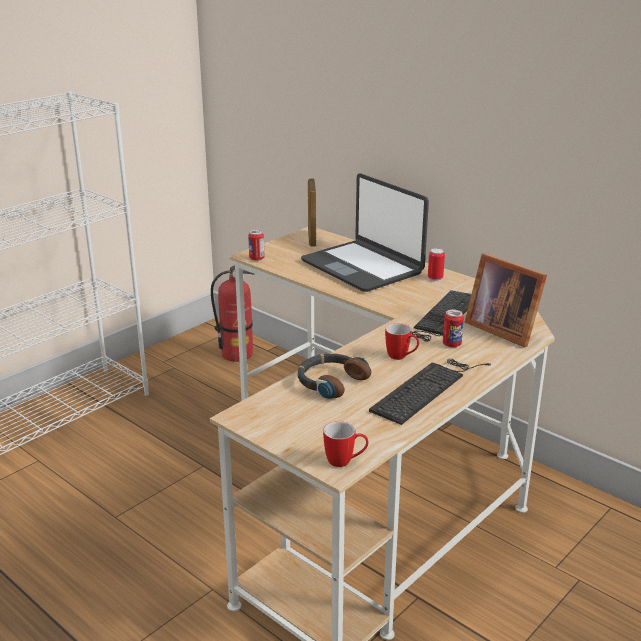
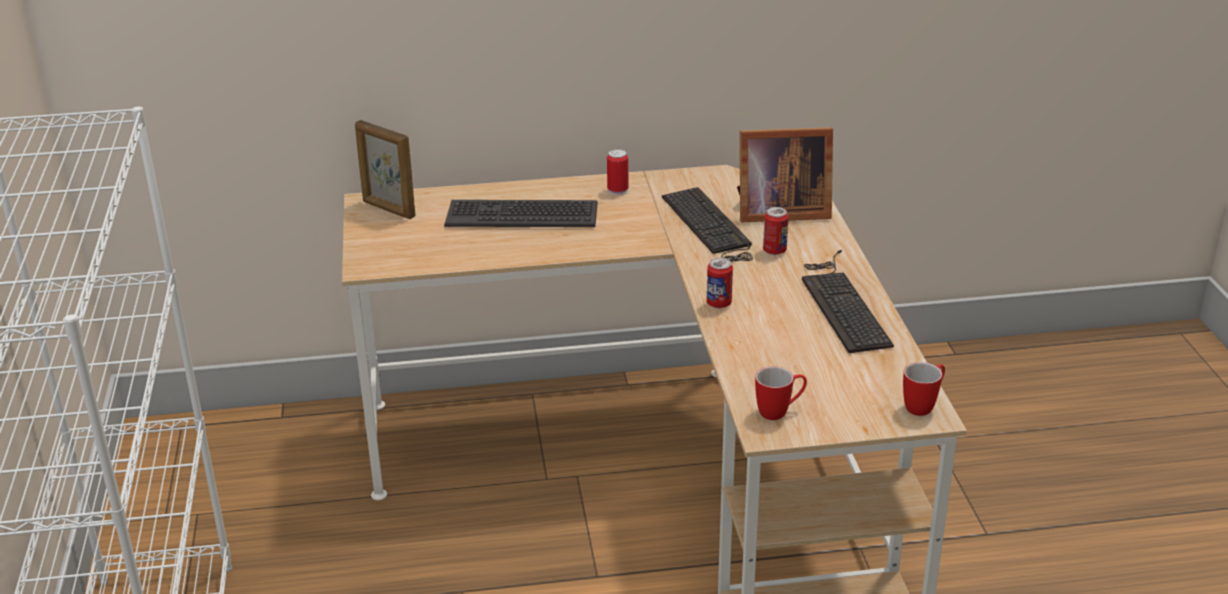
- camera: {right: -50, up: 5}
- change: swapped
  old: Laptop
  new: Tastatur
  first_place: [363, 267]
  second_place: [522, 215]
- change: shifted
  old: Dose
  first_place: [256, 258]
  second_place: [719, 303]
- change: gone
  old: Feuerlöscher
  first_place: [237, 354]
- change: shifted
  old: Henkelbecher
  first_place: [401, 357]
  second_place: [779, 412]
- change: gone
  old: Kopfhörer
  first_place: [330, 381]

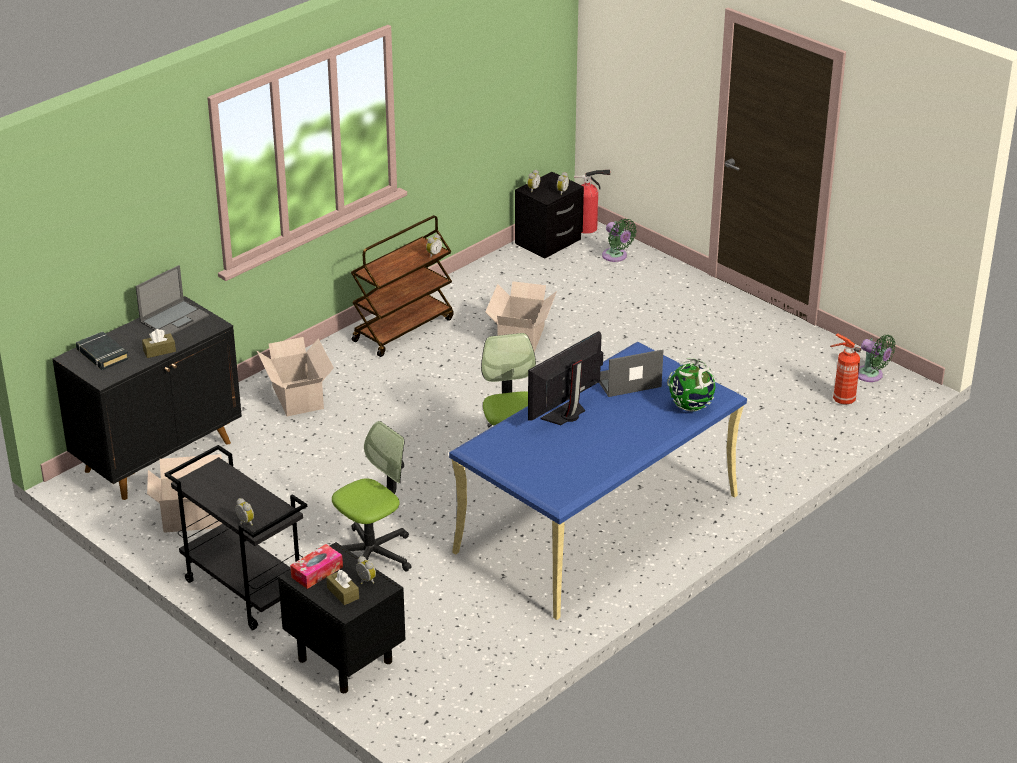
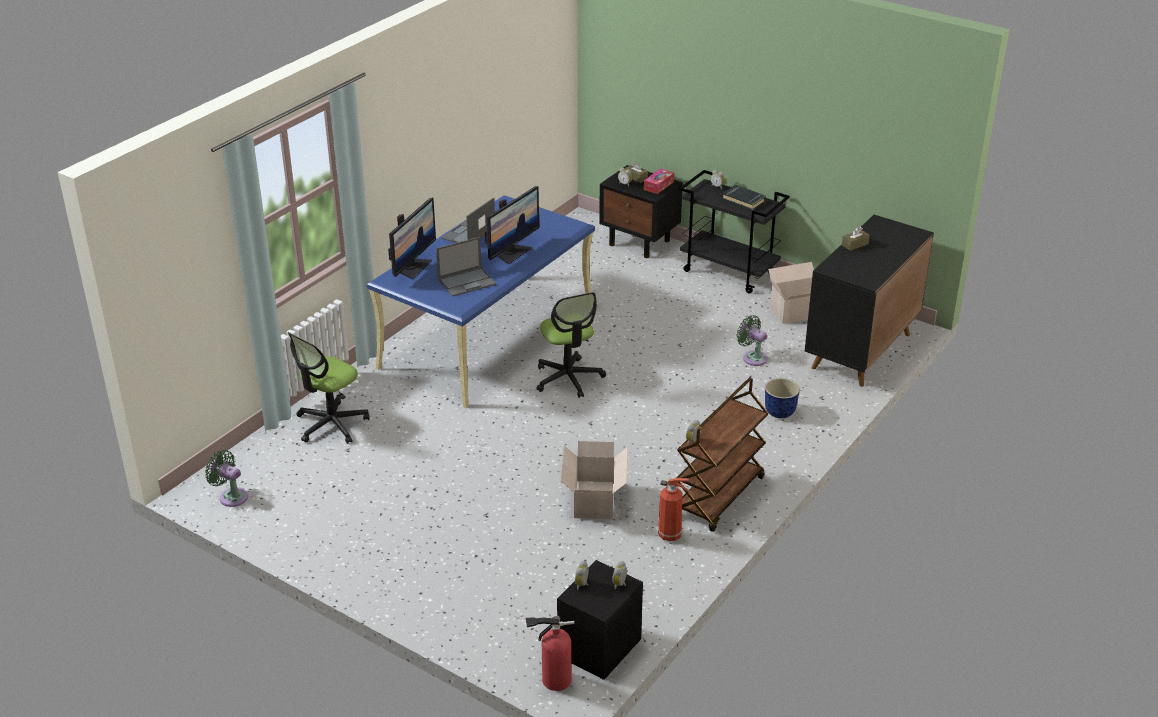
- camera: {right: 170, up: 0}
- change: shifted
  old: Ventilator/grün
  first_place: [616, 256]
  second_place: [753, 357]
- change: shifted
  old: Laptop
  first_place: [174, 318]
  second_place: [468, 234]
- change: shifted
  old: Buch/schwarz
  first_place: [102, 354]
  second_place: [744, 200]
- change: shifted
  old: Feuerlöscher
  first_place: [842, 399]
  second_place: [671, 535]
- change: swapped
  old: Karton
  new: Pflanzkübel
  first_place: [297, 398]
  second_place: [780, 412]
- change: swapped
  old: Globus
  new: Monitor
  first_place: [690, 406]
  second_place: [413, 267]
- change: shifted
  old: Bürostuhl
  first_place: [372, 554]
  second_place: [331, 424]

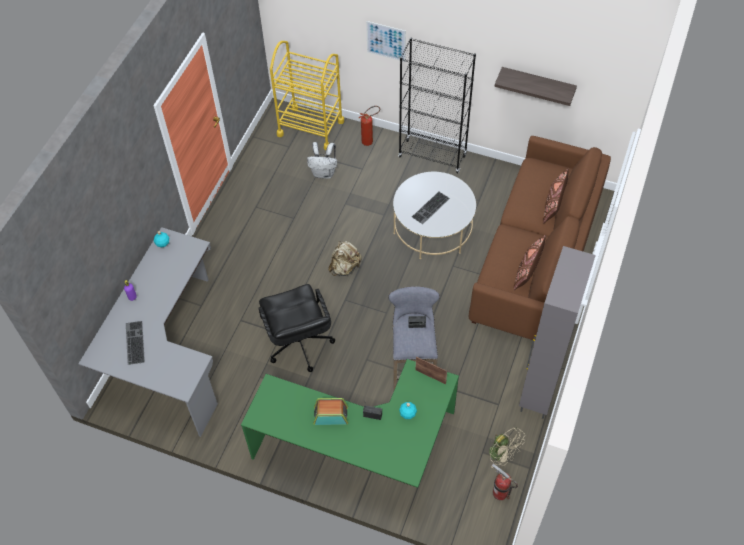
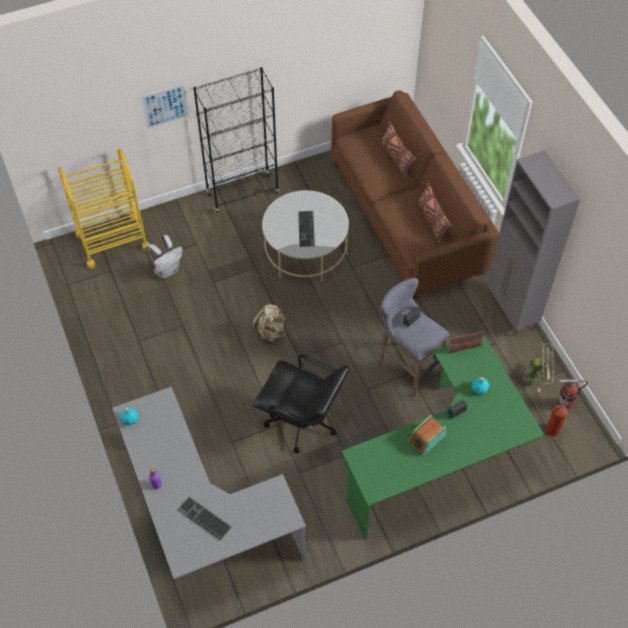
- camera: {right: -45, up: 0}
- change: gone
  old: Wandregal
  first_place: [537, 83]
- change: shifted
  old: Feuerlöscher
  first_place: [370, 141]
  second_place: [553, 427]

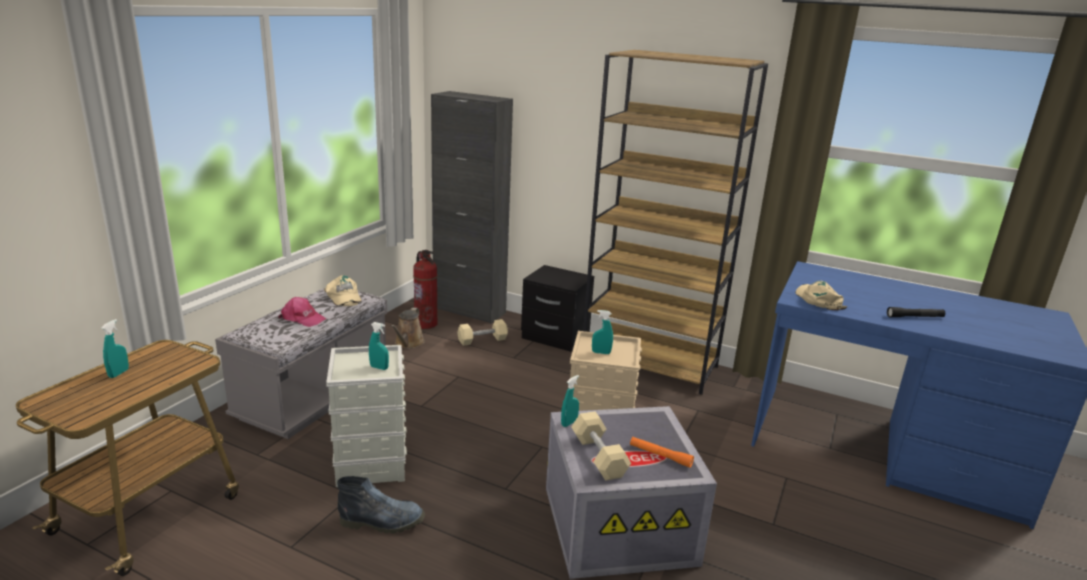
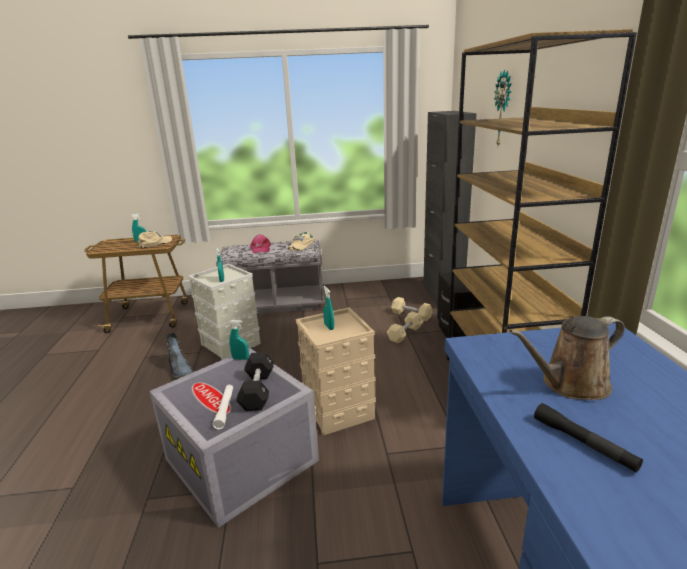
- camera: {right: 60, up: 0}
- change: gone
  old: Feuerlöscher
  first_place: [426, 324]
- change: shifted
  old: Kappe/beige
  first_place: [818, 300]
  second_place: [154, 243]
- change: shifted
  old: Gießkanne/braun
  first_place: [408, 343]
  second_place: [570, 384]
- change: shifted
  old: Hantel/beige
  first_place: [598, 457]
  second_place: [405, 334]
- change: repainted
  old: Taschenlampe/orange
  new: Taschenlampe/weiß
  first_place: [660, 456]
  second_place: [225, 409]
- change: new
  new: Wanduhr
  second_place: [504, 109]
- change: new
  new: Hantel/schwarz
  second_place: [257, 390]

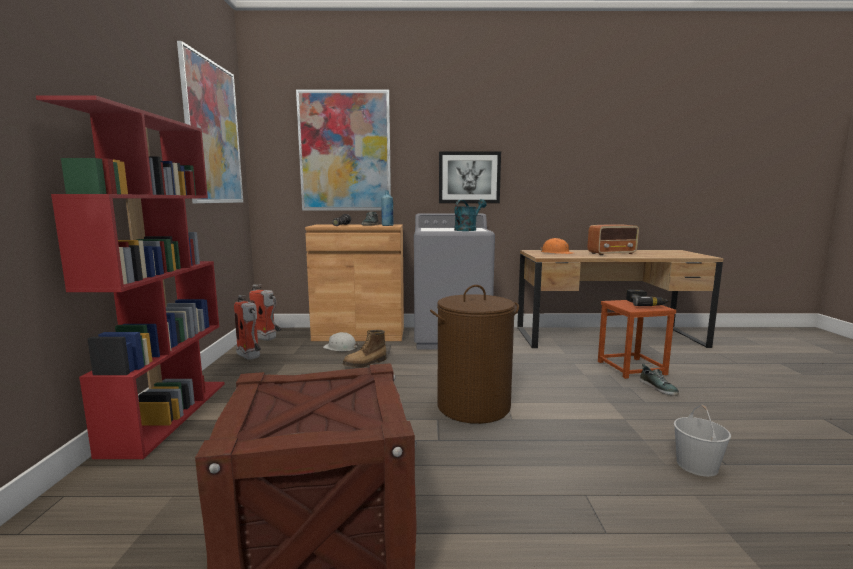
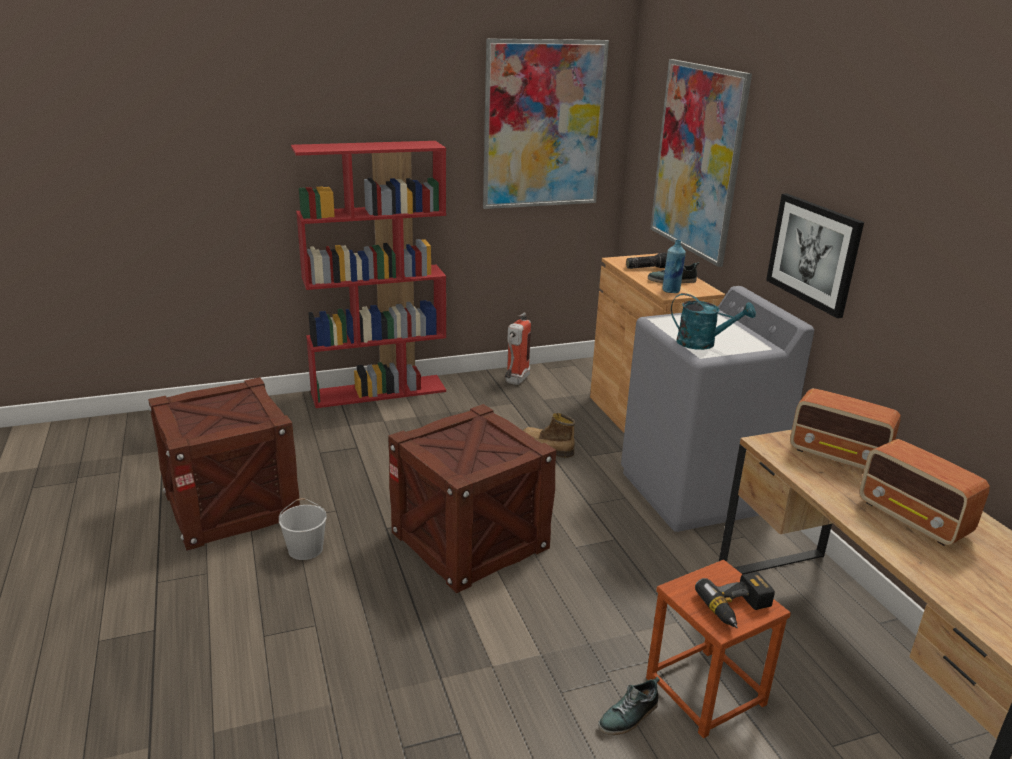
- camera: {right: 70, up: 15}
- change: swapped
  old: Schutzhelm/orange
  new: Radio
  first_place: [556, 253]
  second_place: [839, 456]
- change: gone
  old: Feuerlöscher
  first_place: [267, 339]
- change: swapped
  old: Wäschekorb/braun
  new: Kiste
  first_place: [473, 406]
  second_place: [470, 540]
- change: gone
  old: Schutzhelm/weiß
  first_place: [341, 347]
- change: shifted
  old: Eimer/weiß
  first_place: [696, 465]
  second_place: [306, 549]

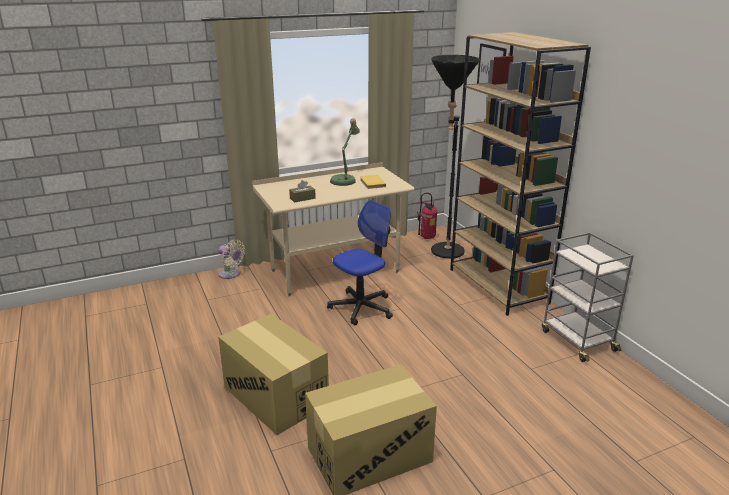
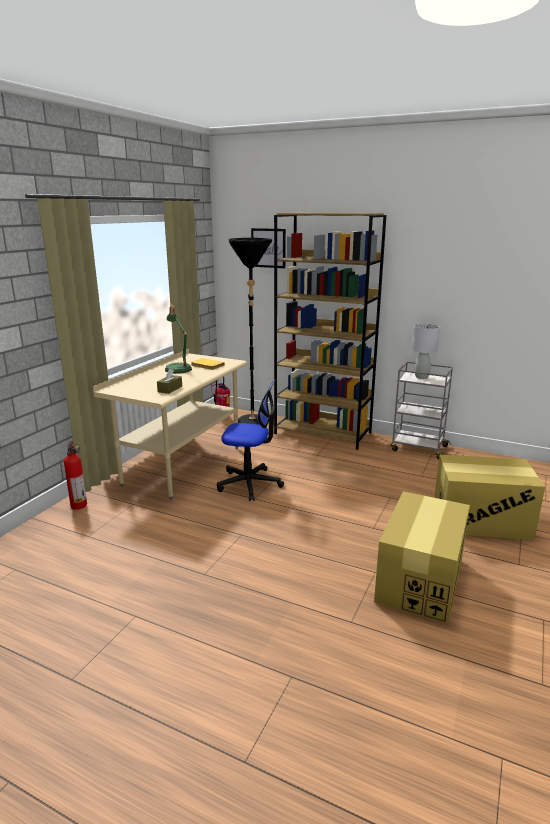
- camera: {right: -40, up: -5}
- change: rotated
  old: Bürostuhl
  first_place: [361, 307]
  second_place: [249, 484]
  degrees: 90
- change: swapped
  old: Ventilator/beige
  new: Feuerlöscher
  first_place: [231, 274]
  second_place: [79, 504]
- change: shifted
  old: Karton
  first_place: [275, 395]
  second_place: [480, 520]
- change: new
  new: Tischlampe/grau
  second_place: [422, 377]

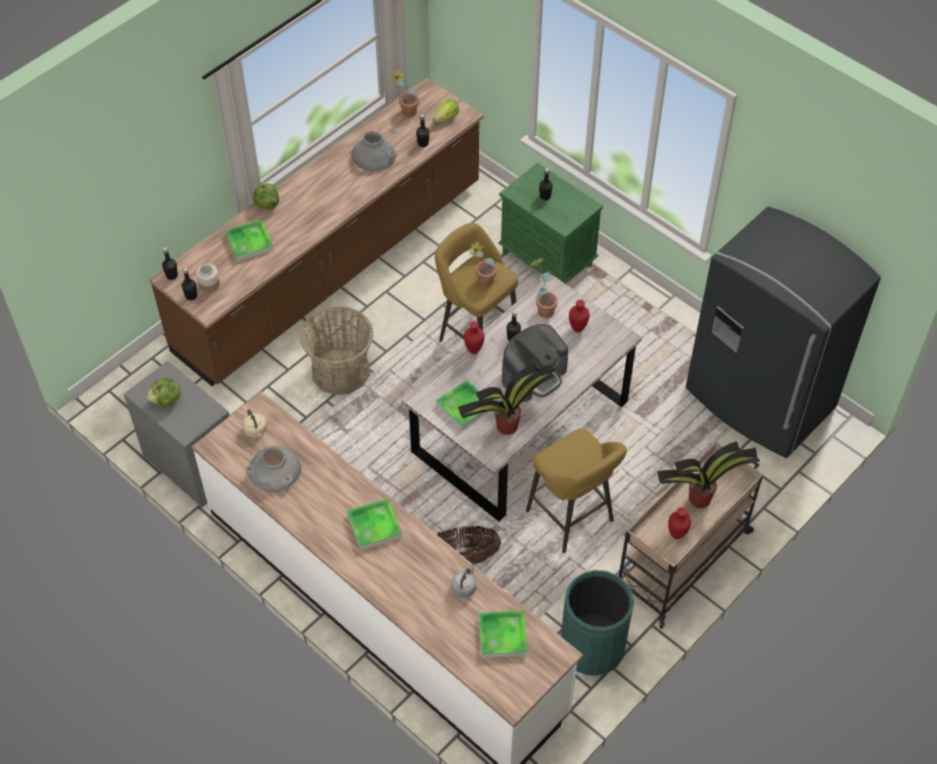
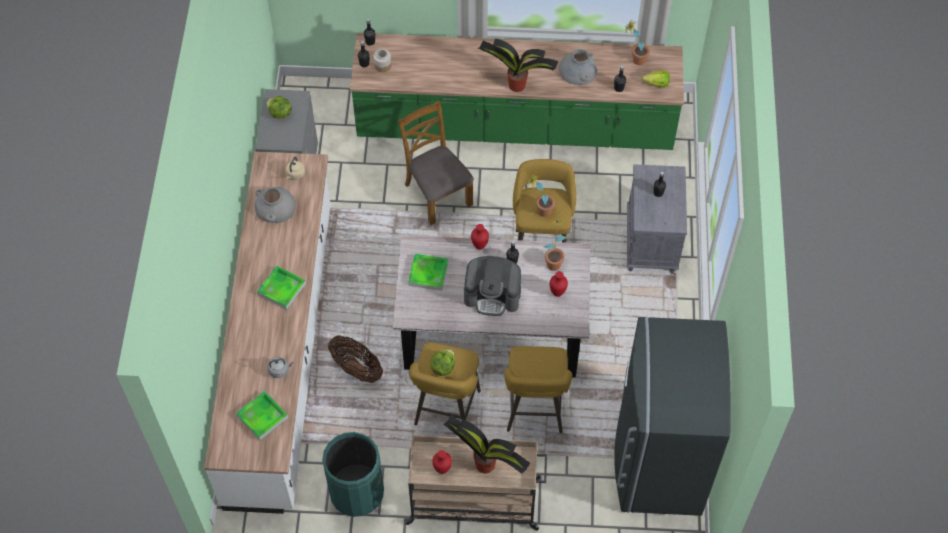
- camera: {right: 50, up: 5}
- change: repainted
  old: Küchenzeile/braun
  new: Küchenzeile/grün
  first_place: [331, 267]
  second_place: [515, 126]
- change: repainted
  old: Nachttisch/grün
  new: Nachttisch/grau
  first_place: [548, 259]
  second_place: [651, 243]
- change: shifted
  old: Salatkopf
  first_place: [267, 204]
  second_place: [443, 367]
- change: gone
  old: Tablett
  first_place: [249, 243]
- change: swapped
  old: Korb
  new: Stuhl/braun
  first_place: [340, 371]
  second_place: [437, 194]
- change: shifted
  old: Topfpflanze
  first_place: [505, 426]
  second_place: [516, 85]
- change: new
  new: Hocker/gelb
  second_place: [534, 412]

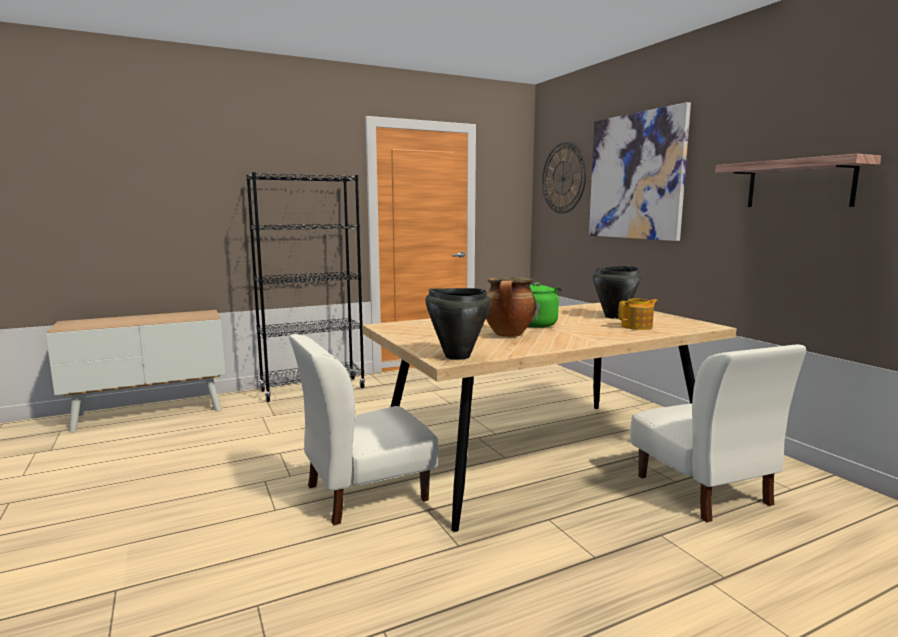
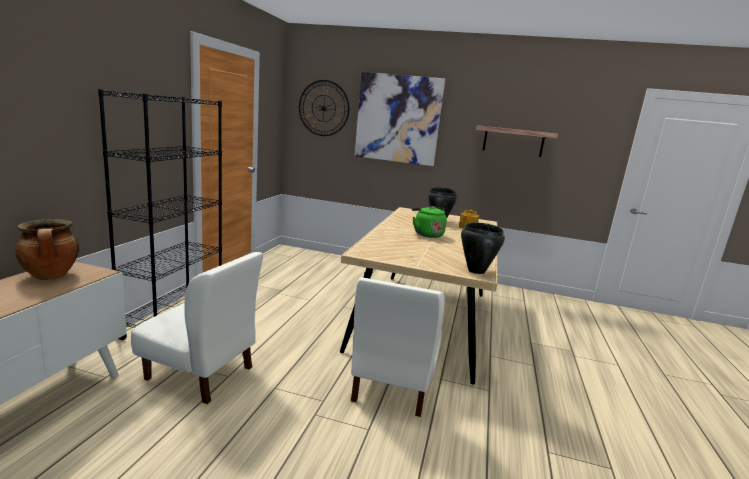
- camera: {right: -50, up: 5}
- change: shifted
  old: Kochtopf
  first_place: [509, 335]
  second_place: [51, 276]
- change: shifted
  old: Stuhl/weiß
  first_place: [702, 490]
  second_place: [200, 373]

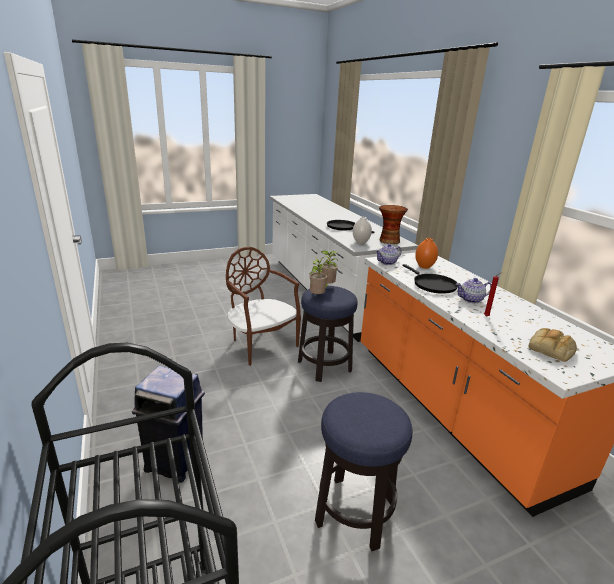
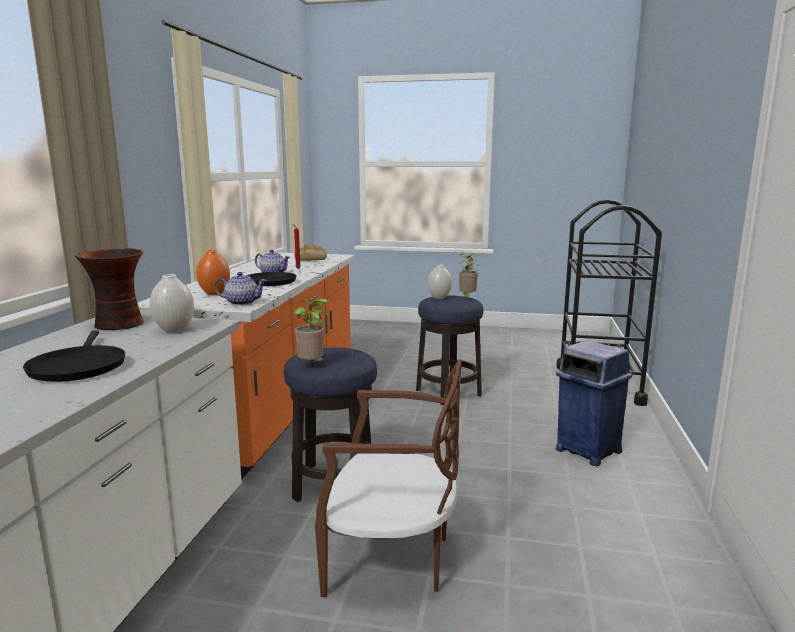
- camera: {right: -145, up: -10}
- change: rotated
  old: Stuhl/braun
  first_place: [261, 344]
  second_place: [392, 558]
  degrees: -75
- change: shifted
  old: Topfpflanze
  first_place: [316, 296]
  second_place: [467, 297]
- change: new
  new: Vase/weiß
  second_place: [439, 298]

